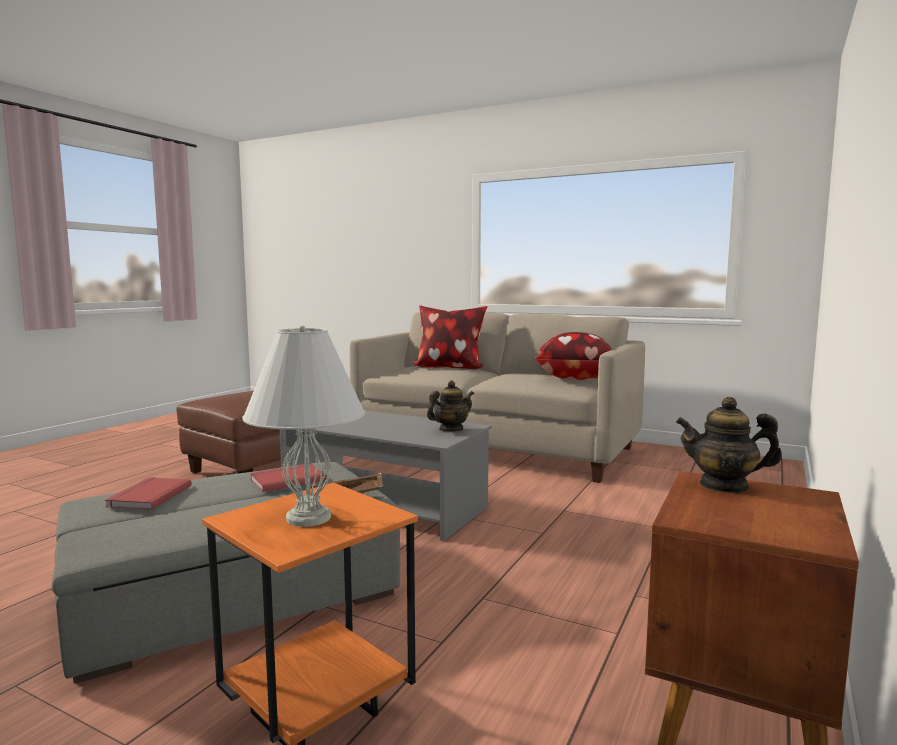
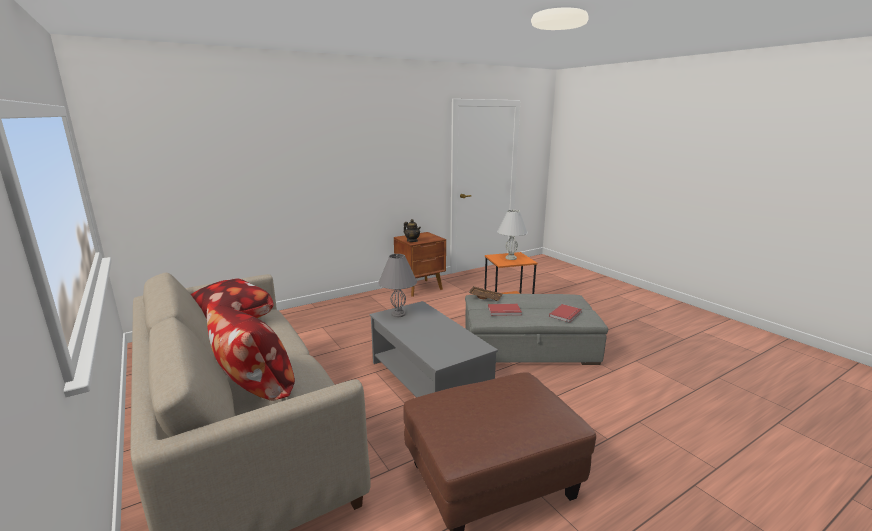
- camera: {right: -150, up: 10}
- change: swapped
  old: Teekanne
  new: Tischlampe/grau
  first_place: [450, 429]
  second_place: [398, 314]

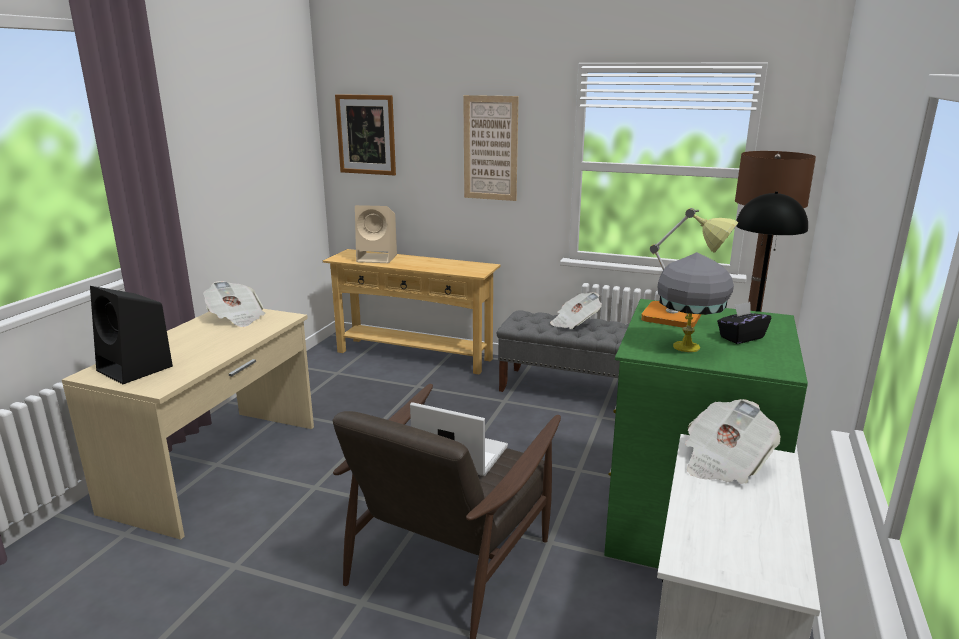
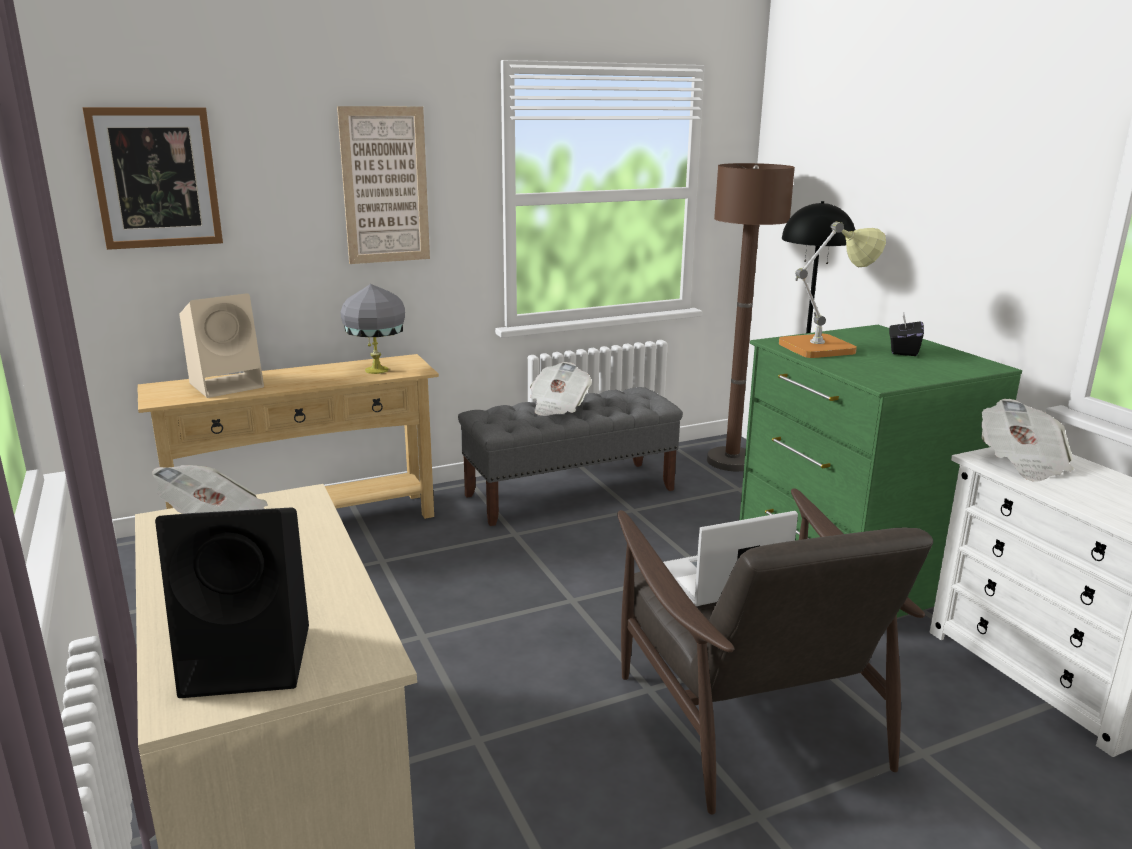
- camera: {right: -45, up: 0}
- change: shifted
  old: Tischlampe/grau
  first_place: [687, 346]
  second_place: [377, 370]

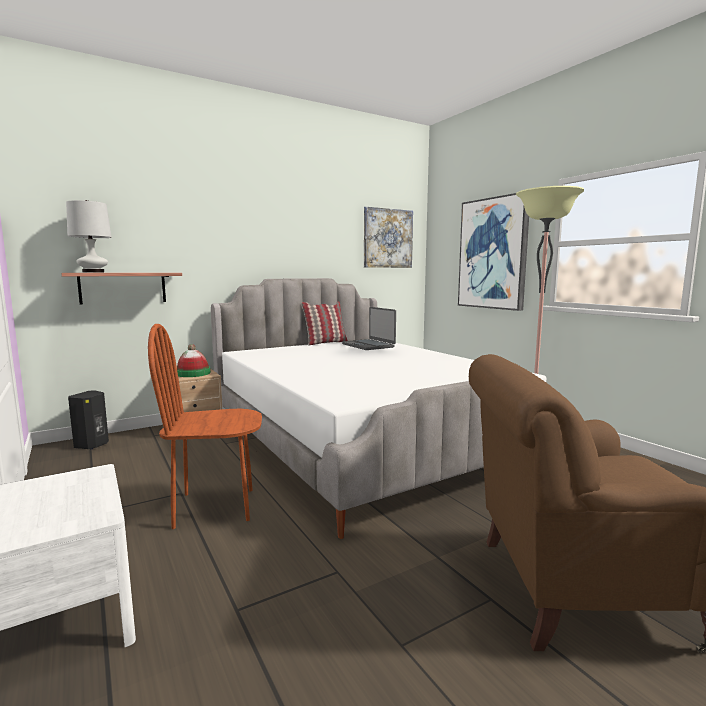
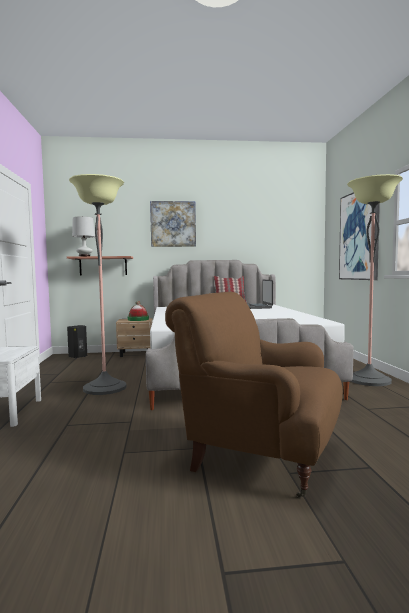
- camera: {right: 25, up: -5}
- change: shifted
  old: Bild
  first_place: [387, 238]
  second_place: [173, 224]
- change: swapped
  old: Stuhl/braun
  new: Stehlampe
  first_place: [215, 507]
  second_place: [104, 388]

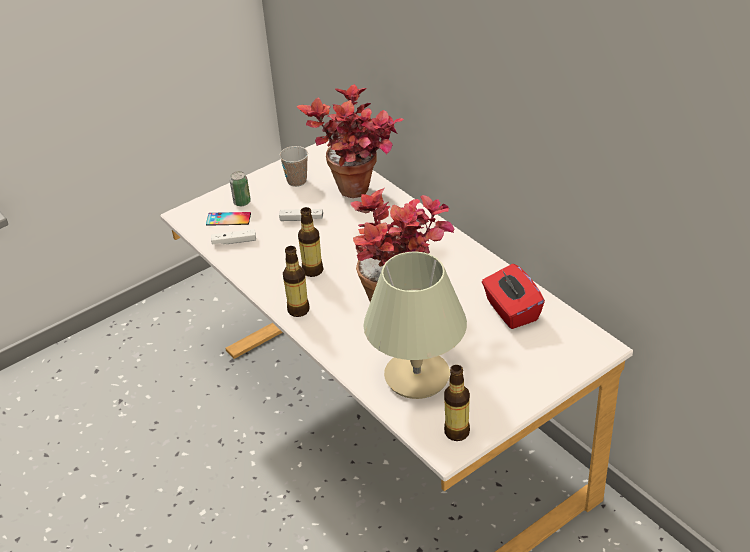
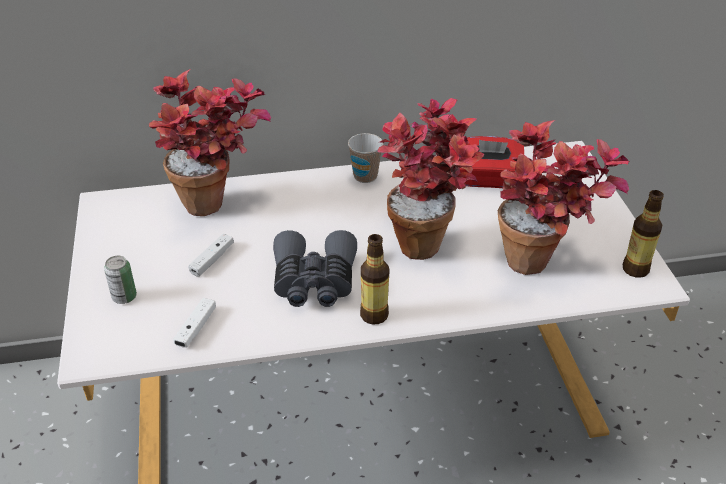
- camera: {right: -65, up: 0}
- change: shifted
  old: Tasse
  first_place: [297, 181]
  second_place: [365, 176]
- change: swapped
  old: Flasche
  new: Fernglas/grau
  first_place: [312, 270]
  second_place: [314, 282]
- change: gone
  old: Handy
  first_place: [228, 219]
- change: swapped
  old: Tischlampe/beige
  new: Topfpflanze
  first_place: [417, 376]
  second_place: [542, 266]

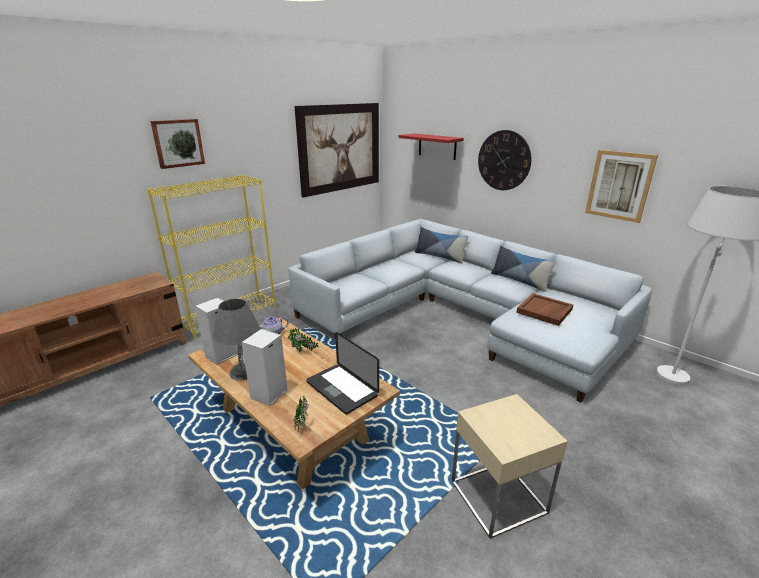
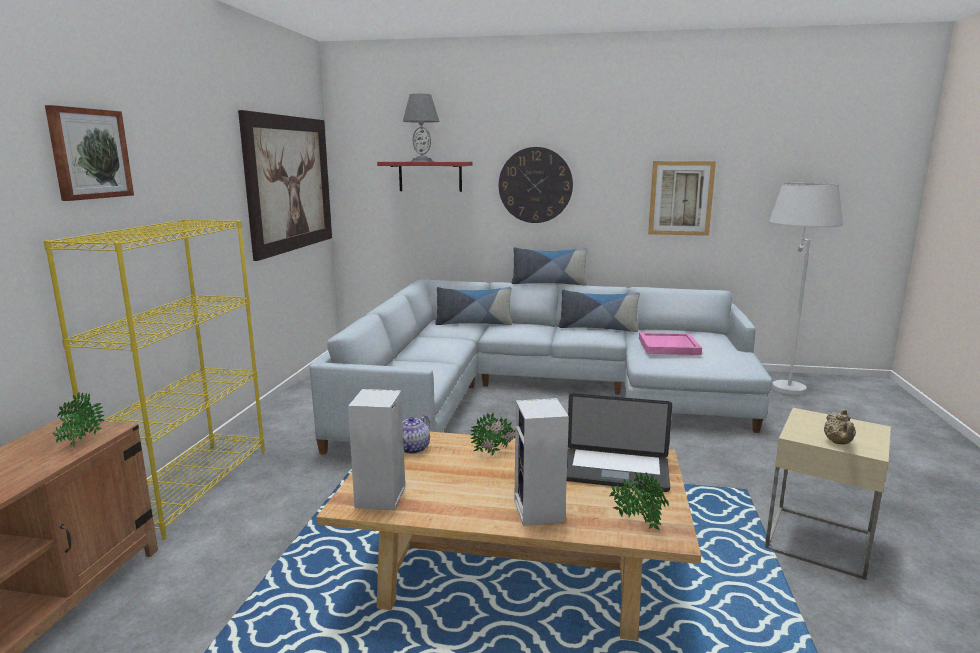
- camera: {right: -35, up: -10}
- change: repainted
  old: Tablett/braun
  new: Tablett/rosa
  first_place: [544, 311]
  second_place: [669, 346]
- change: shifted
  old: Tischlampe/grau
  first_place: [244, 372]
  second_place: [422, 161]
- change: new
  new: Kissen
  second_place: [549, 283]
- change: new
  new: Topfpflanze
  second_place: [80, 443]
- change: new
  new: Teekanne/beige
  second_place: [838, 443]

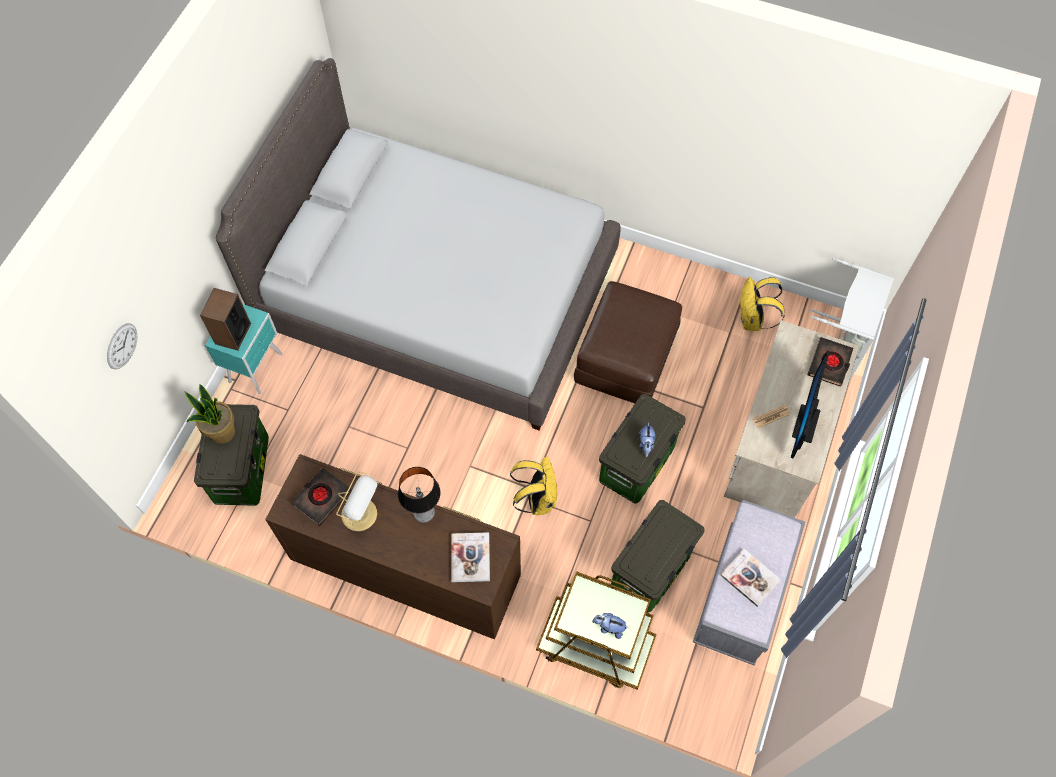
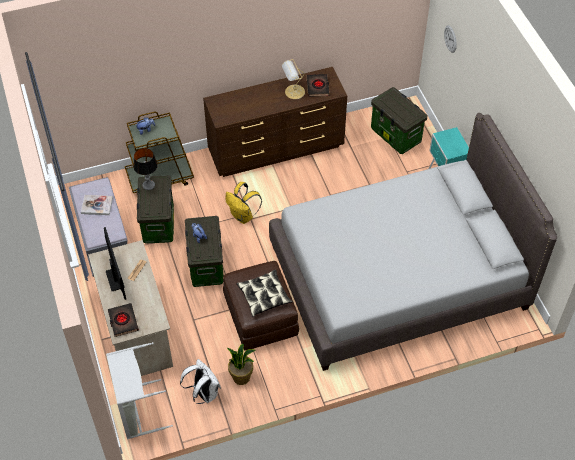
- camera: {right: 140, up: -10}
- change: repainted
  old: Rucksack/gelb
  new: Rucksack/weiß
  first_place: [752, 320]
  second_place: [203, 393]
- change: gone
  old: Lautsprecher
  first_place: [232, 333]
- change: shifted
  old: Topfpflanze
  first_place: [222, 432]
  second_place: [241, 377]
- change: shifted
  old: Tischlampe
  first_place: [423, 512]
  second_place: [148, 185]
- change: gone
  old: Buch
  first_place: [470, 557]
- change: new
  new: Kissen
  second_place: [264, 296]

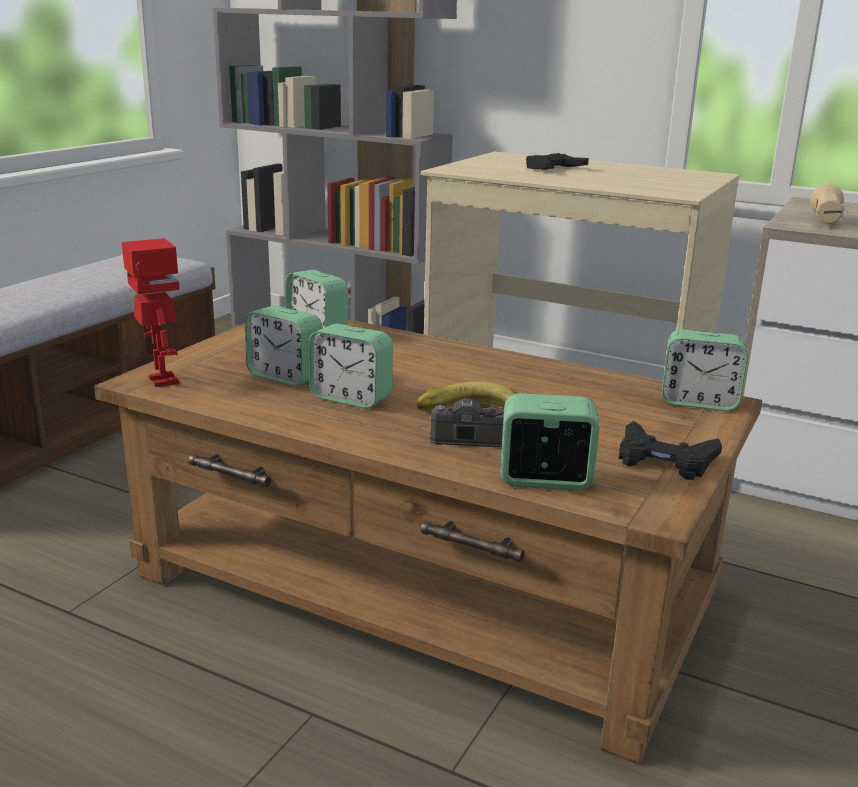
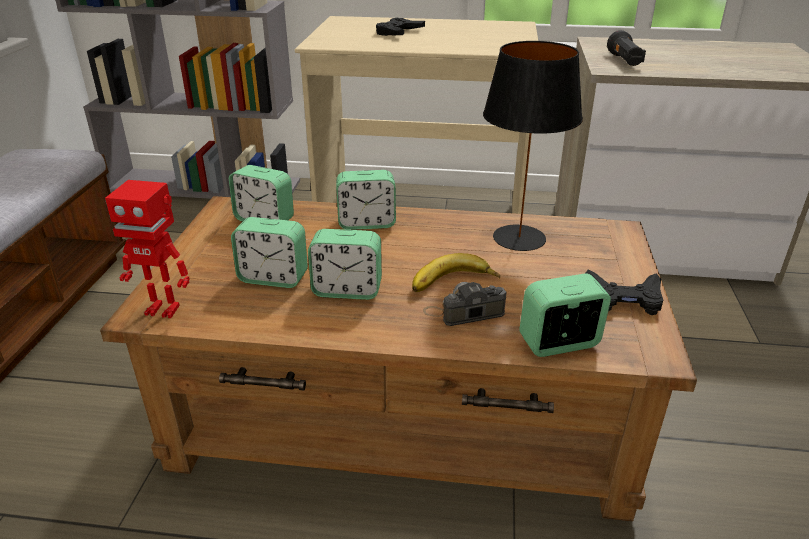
- camera: {right: -20, up: 10}
- change: repainted
  old: Taschenlampe/beige
  new: Taschenlampe/schwarz
  first_place: [825, 221]
  second_place: [624, 61]
- change: rotated
  old: Spielzeugroboter
  first_place: [161, 381]
  second_place: [164, 309]
  degrees: 150
- change: shifted
  old: Wecker
  first_place: [699, 402]
  second_place: [366, 223]
- change: new
  new: Tischlampe/schwarz
  second_place: [519, 237]

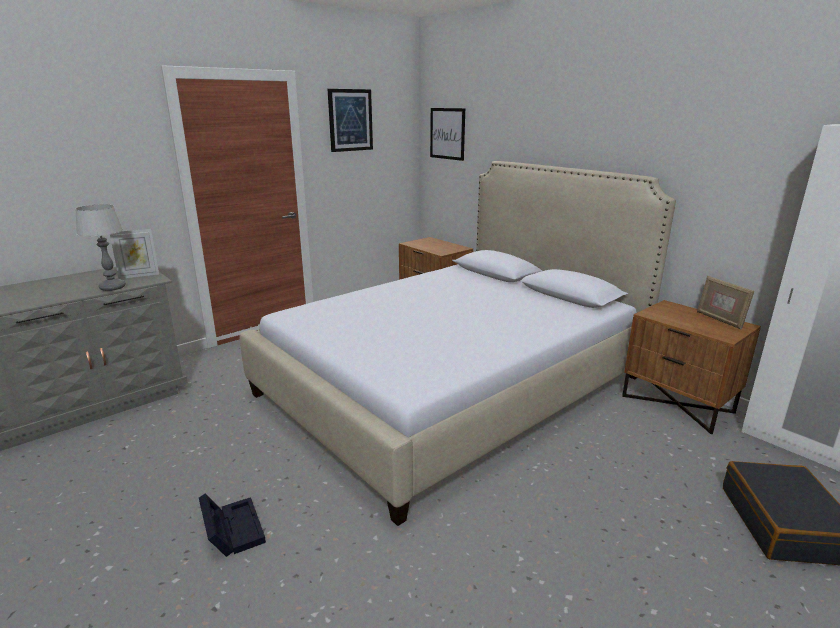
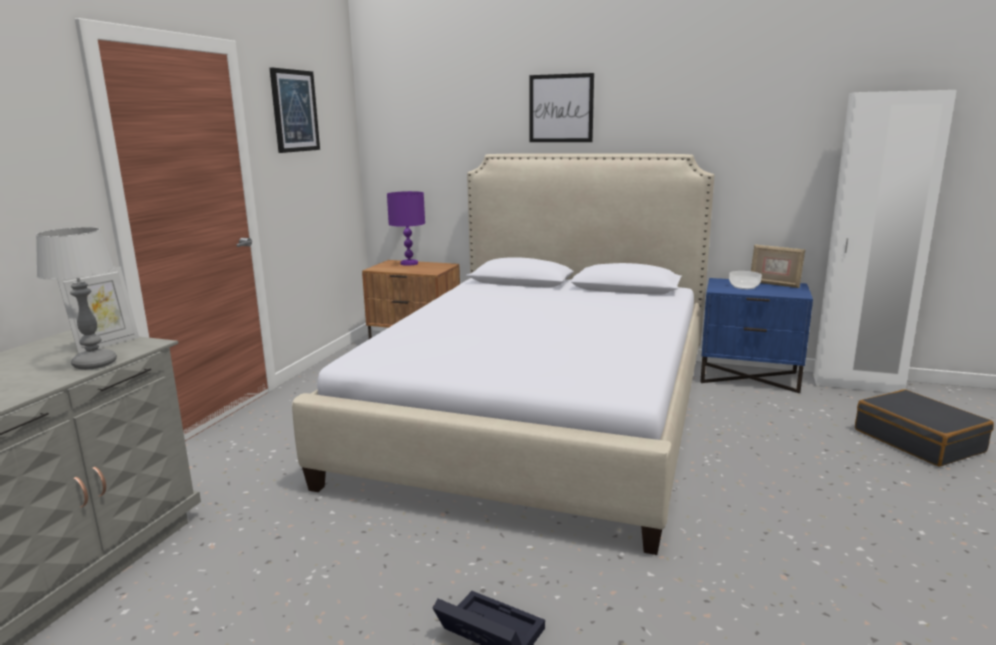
- camera: {right: -30, up: -5}
- change: shifted
  old: Bild
  first_place: [447, 133]
  second_place: [561, 108]
- change: repainted
  old: Nachttisch/braun
  new: Nachttisch/blau
  first_place: [678, 404]
  second_place: [749, 377]
- change: new
  new: Tischlampe/lila
  second_place: [409, 263]
- change: new
  new: Schüssel
  second_place: [744, 286]

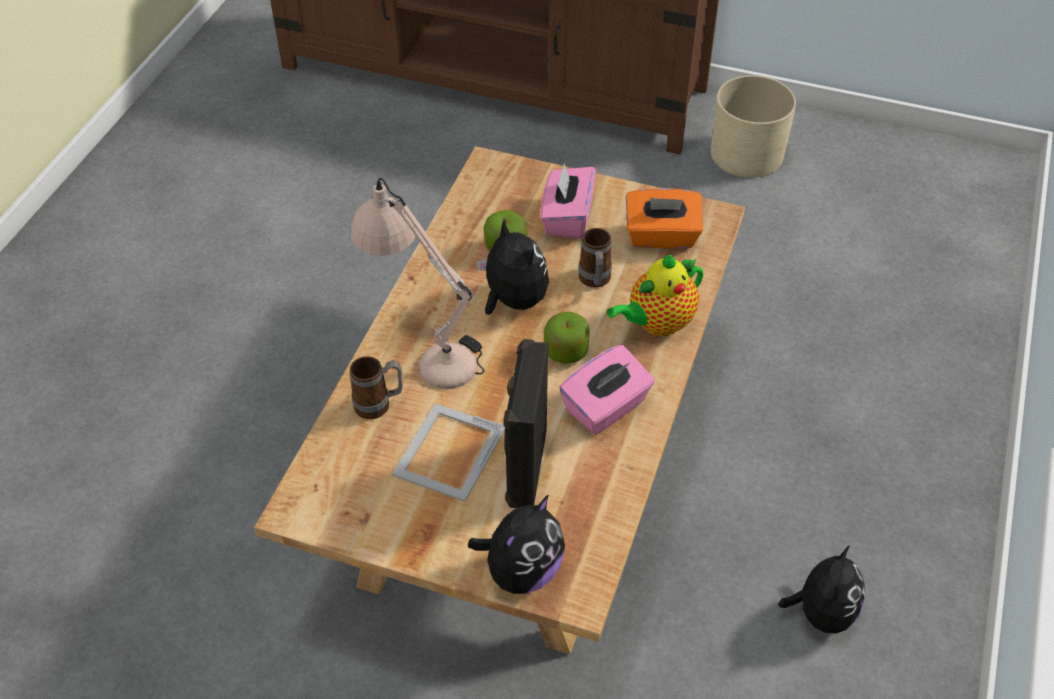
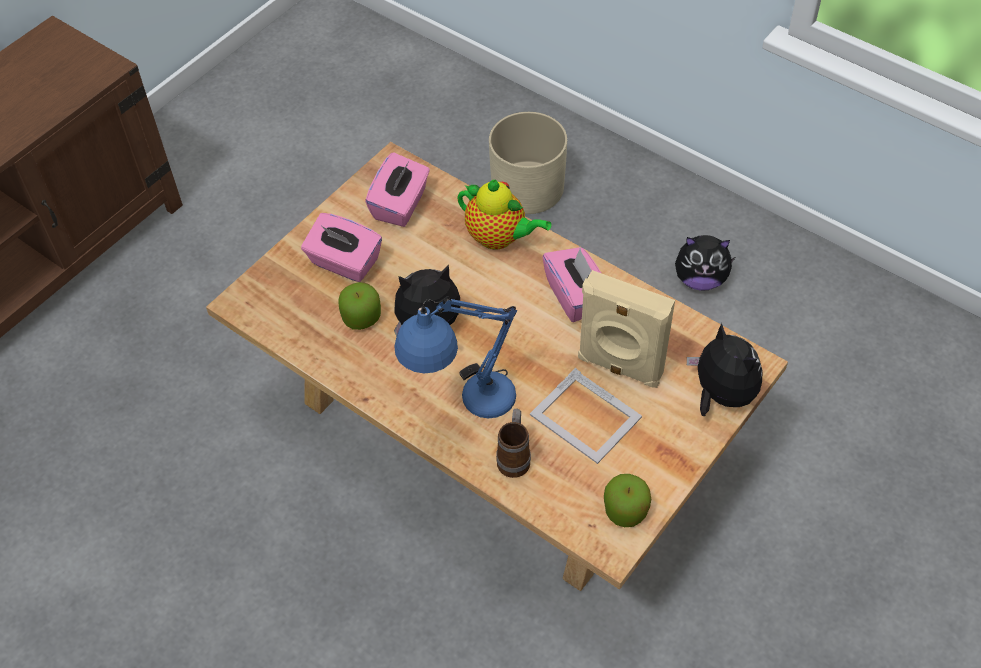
- camera: {right: -70, up: 5}
- change: shifted
  old: Pflanzkübel/beige
  first_place: [747, 154]
  second_place: [528, 187]
- change: repainted
  old: Tischlampe/beige
  new: Tischlampe/blau
  first_place: [425, 351]
  second_place: [463, 408]
- change: repainted
  old: Taschentuchbox/orange
  new: Taschentuchbox/rosa
  first_place: [661, 237]
  second_place: [400, 205]
- change: gone
  old: Henkelbecher
  first_place: [594, 282]
- change: rotated
  old: Teekanne
  first_place: [657, 324]
  second_place: [499, 238]
  degrees: -45
- change: shifted
  old: Apfel
  first_place: [566, 351]
  second_place: [625, 510]
- change: repainted
  old: Lautsprecher/schwarz
  new: Lautsprecher/beige
  first_place: [524, 467]
  second_place: [619, 367]
- change: rotated
  old: Plüschtier
  first_place: [821, 613]
  second_place: [700, 279]
  degrees: 150

